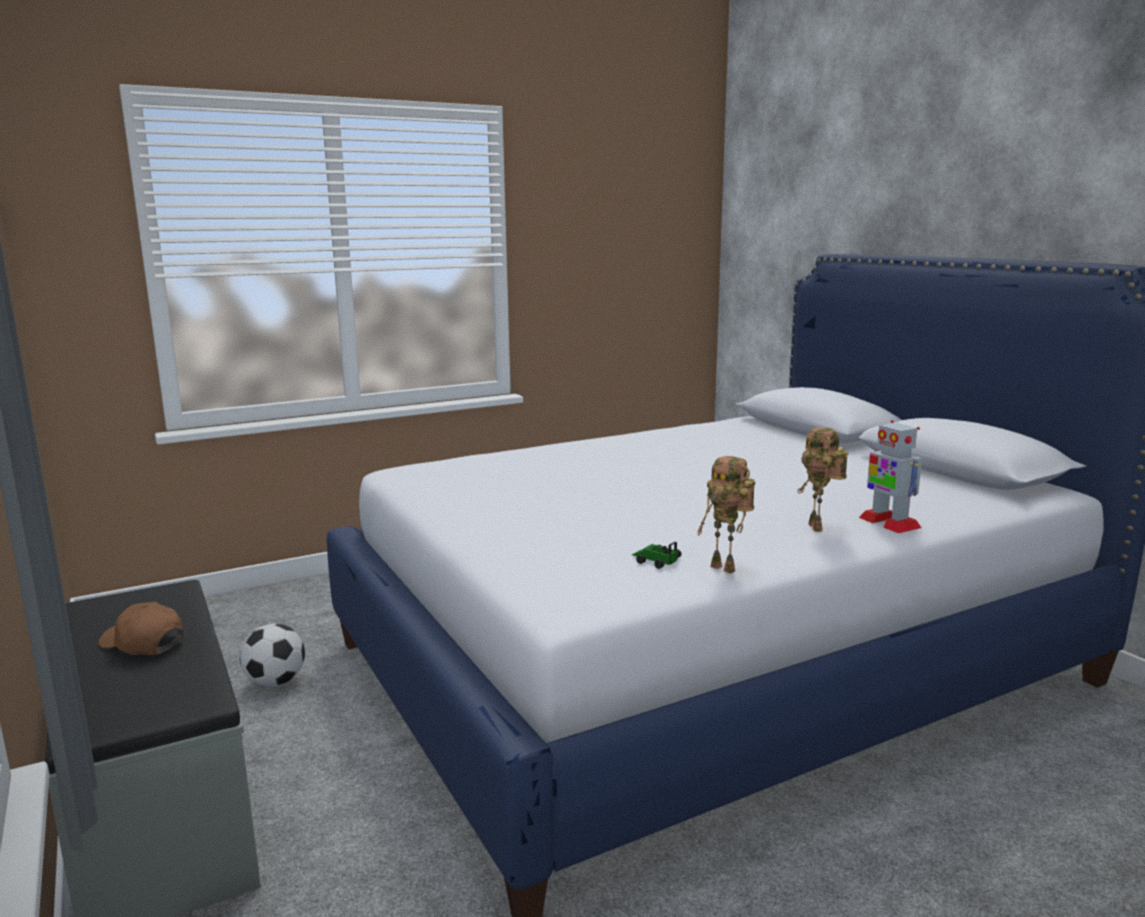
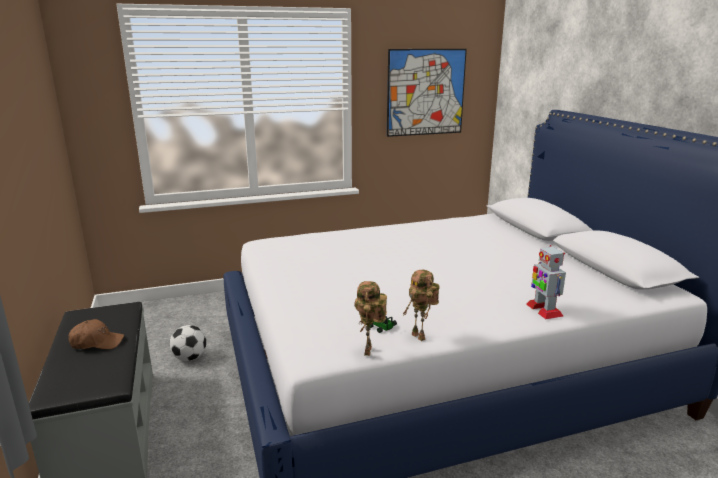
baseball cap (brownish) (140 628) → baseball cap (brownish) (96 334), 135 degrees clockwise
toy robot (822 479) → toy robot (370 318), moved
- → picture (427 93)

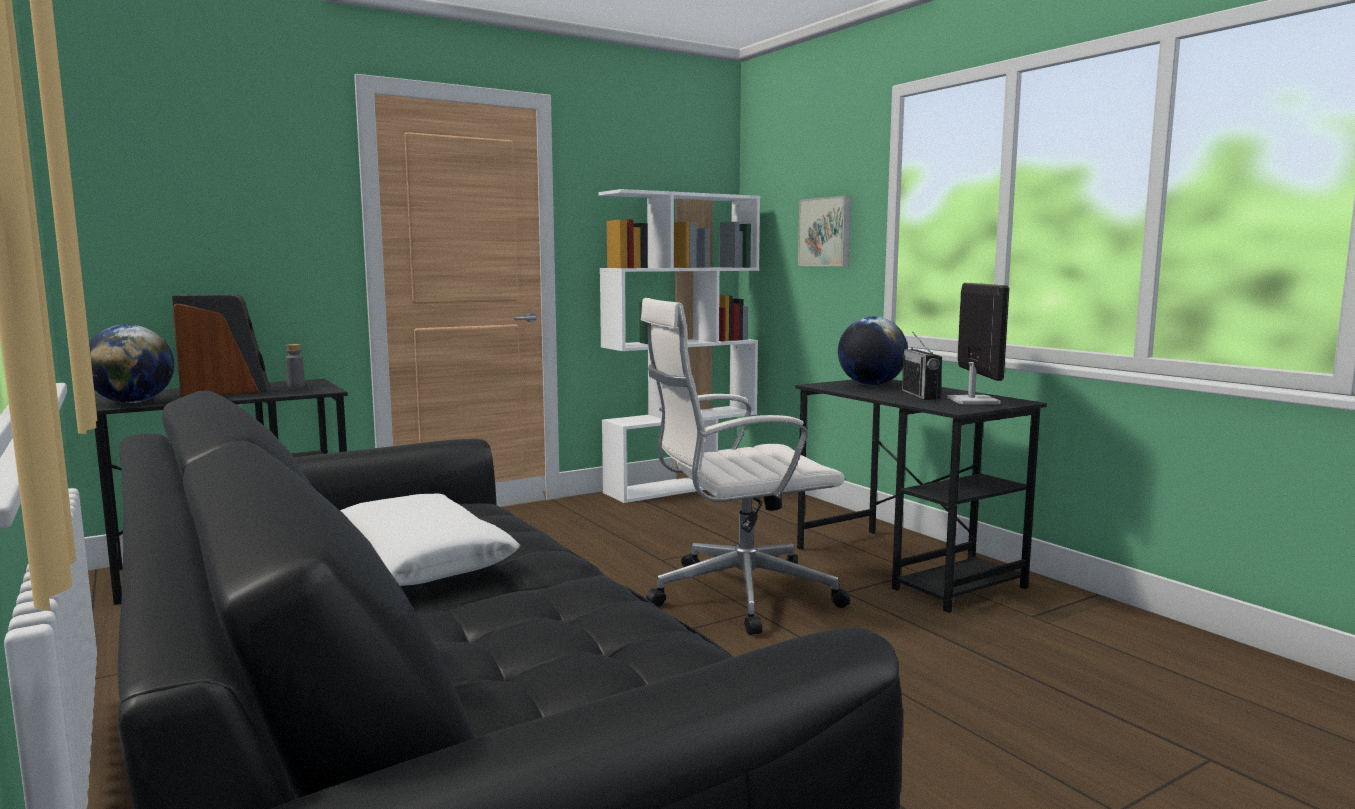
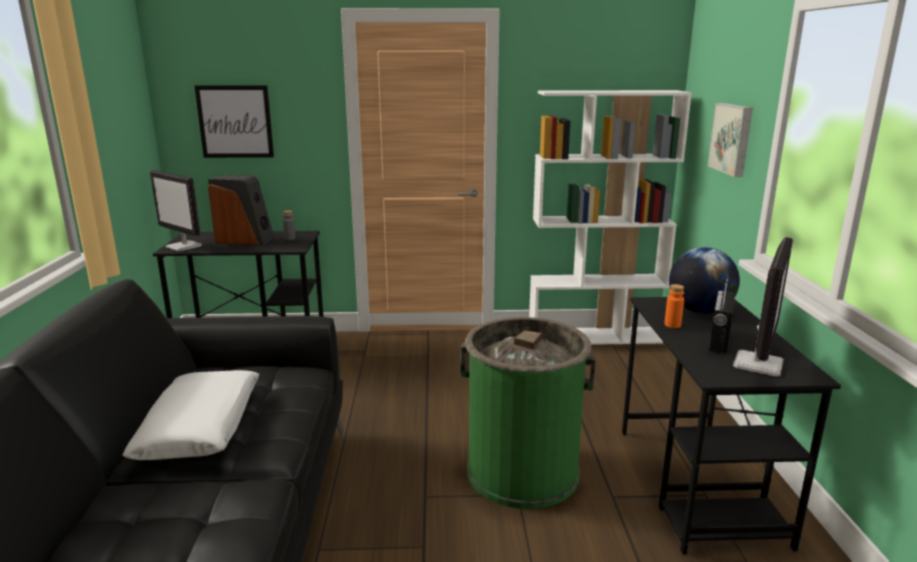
globe (131 363) → monitor (176 210)
office chair (whitish) (745 466) → rubbish bin (green-coloured) (528 413)
- → picture (234 121)
- → bottle (orange) (674 306)

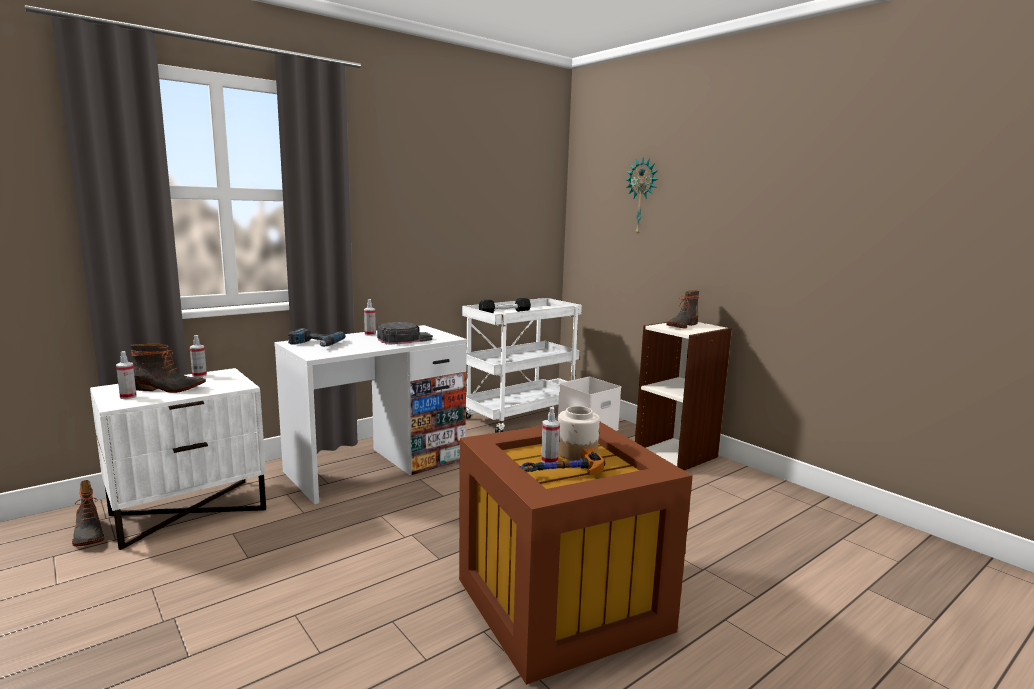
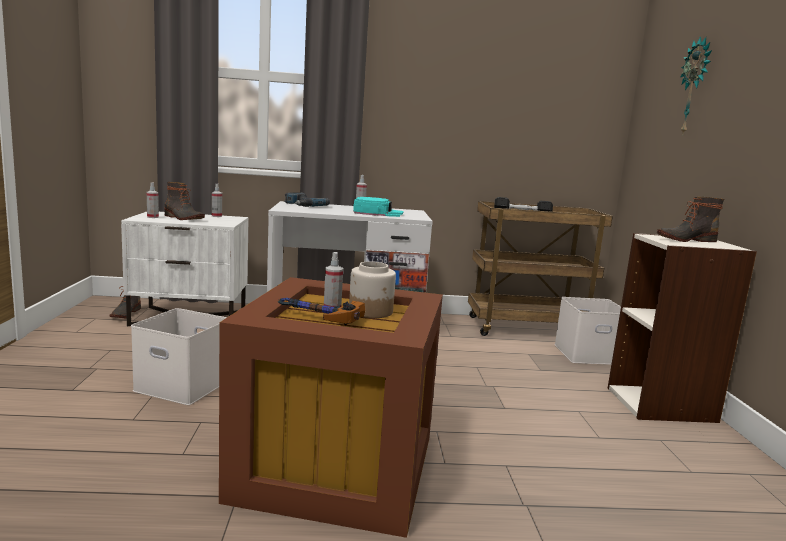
baseball cap (black-coloured) (405 333) → baseball cap (turquoise) (378 207)
cart (whitish) (522 365) → cart (brownish) (540 268)
- → storage container (whitish) (179 356)

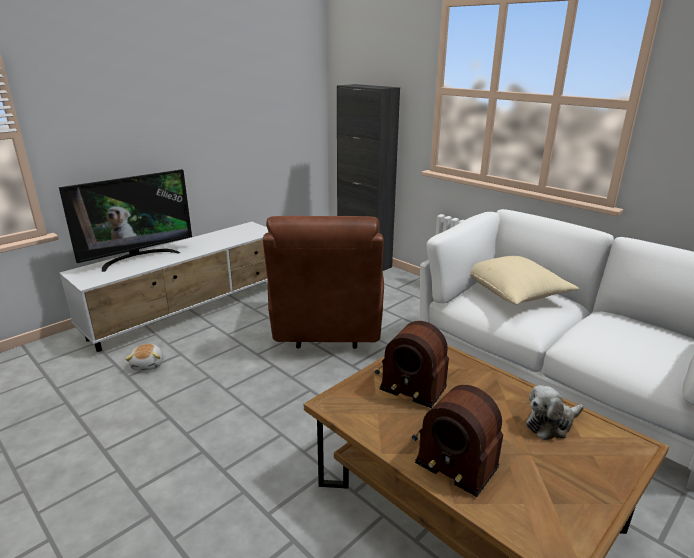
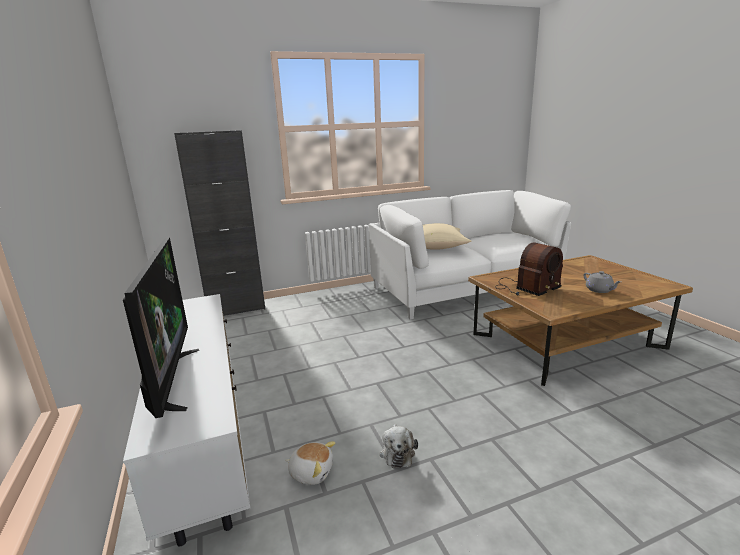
easy chair (brownish) (323 282) → -
radio receiver (457 441) → teapot (greyish) (602 282)
plush toy (555 412) → plush toy (399 446), moved

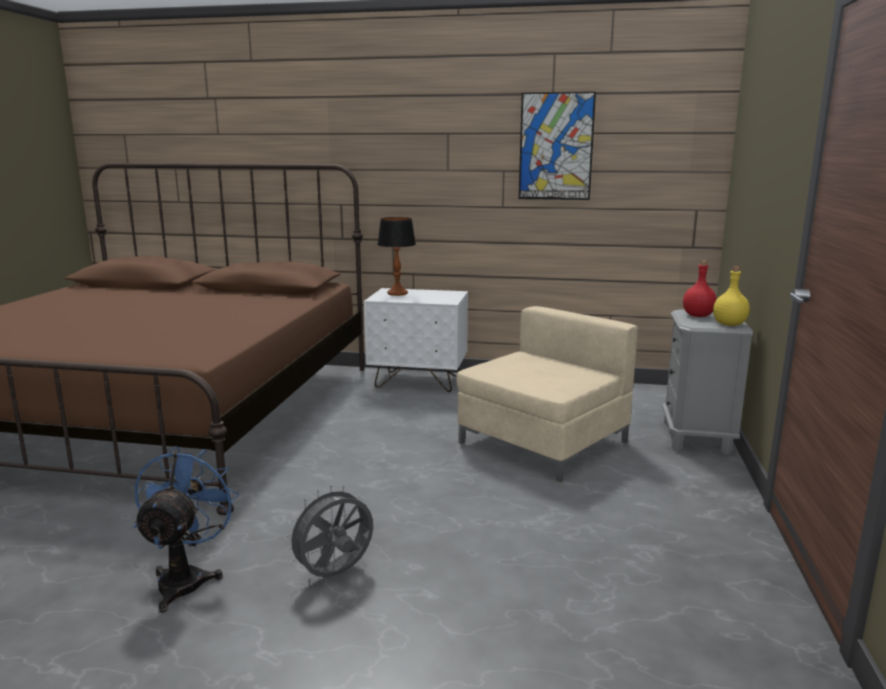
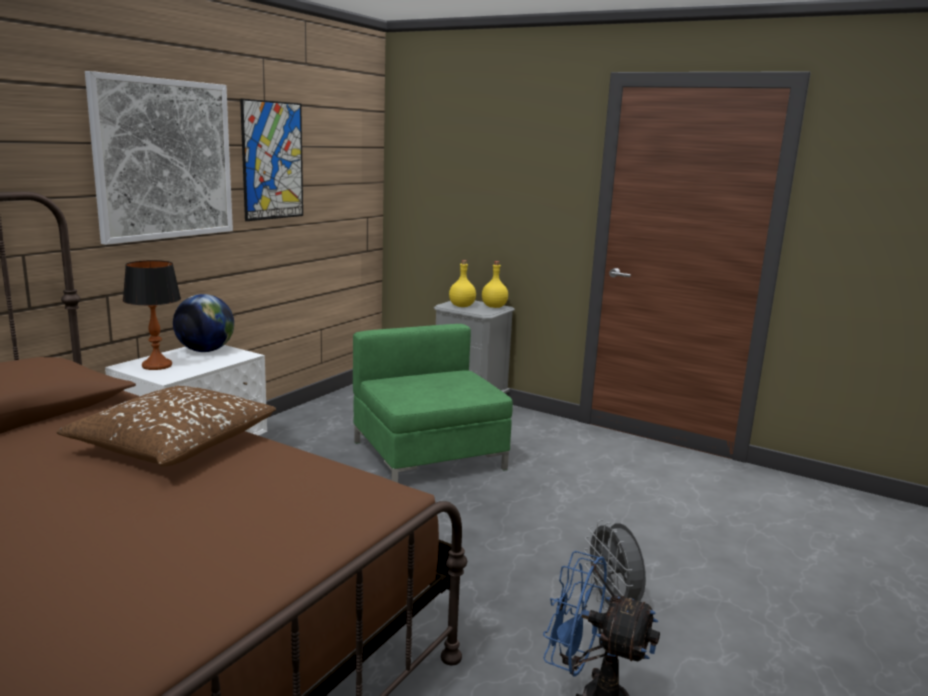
easy chair (sand-coloured) (547 394) → easy chair (green-coloured) (433 403)
bottle (red-coloured) (700 288) → bottle (yellow-coloured) (462 283)
- → throw pillow (brownish) (166 426)
- → picture (159 158)
- → globe (203 323)

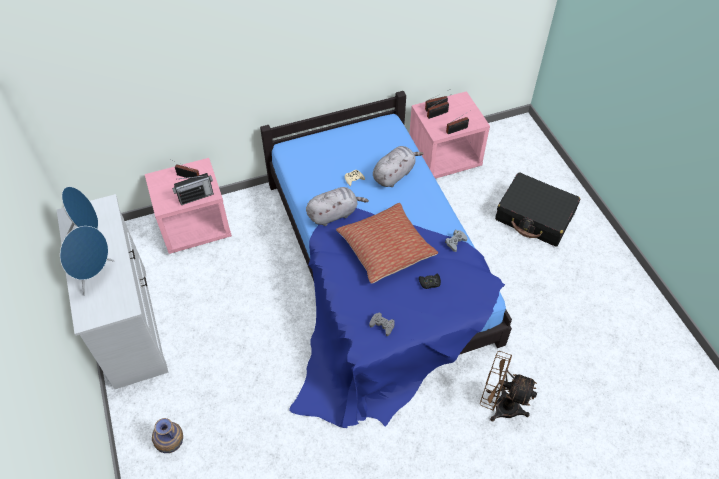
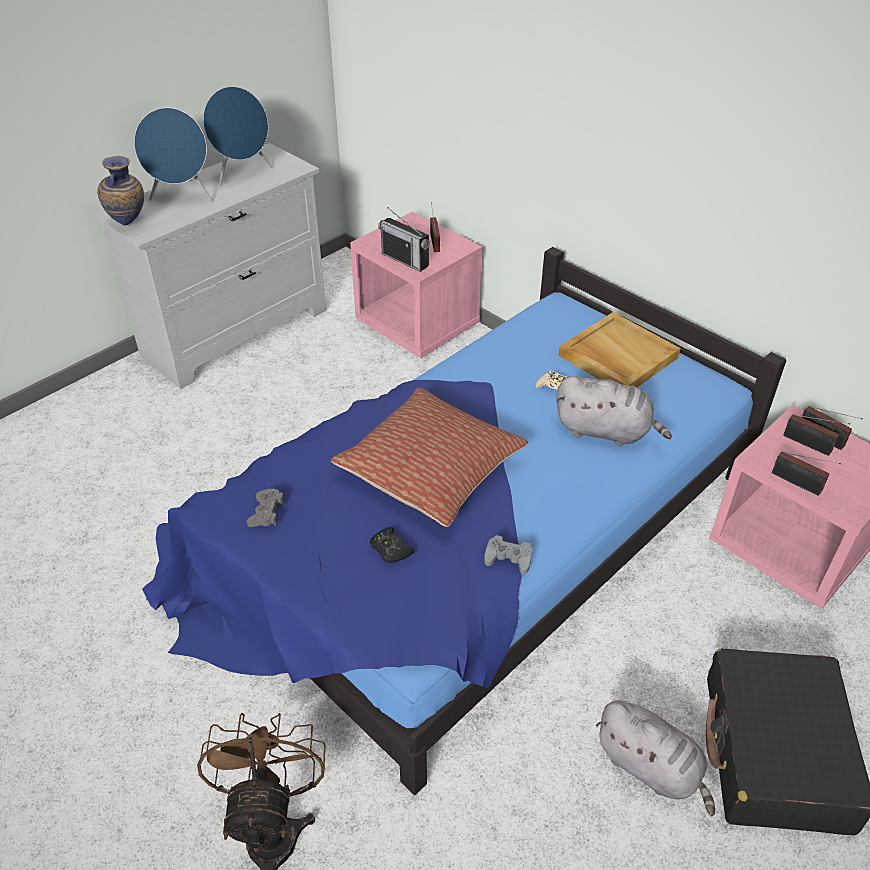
decorative vase (167 435) → decorative vase (120 190), moved
plush toy (greyish) (337 206) → plush toy (greyish) (655 758), moved
- → tray (sand-coloured) (619 349)

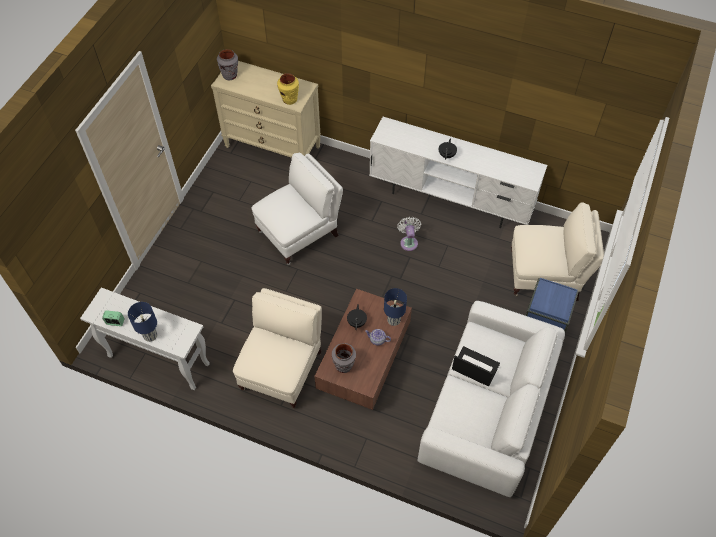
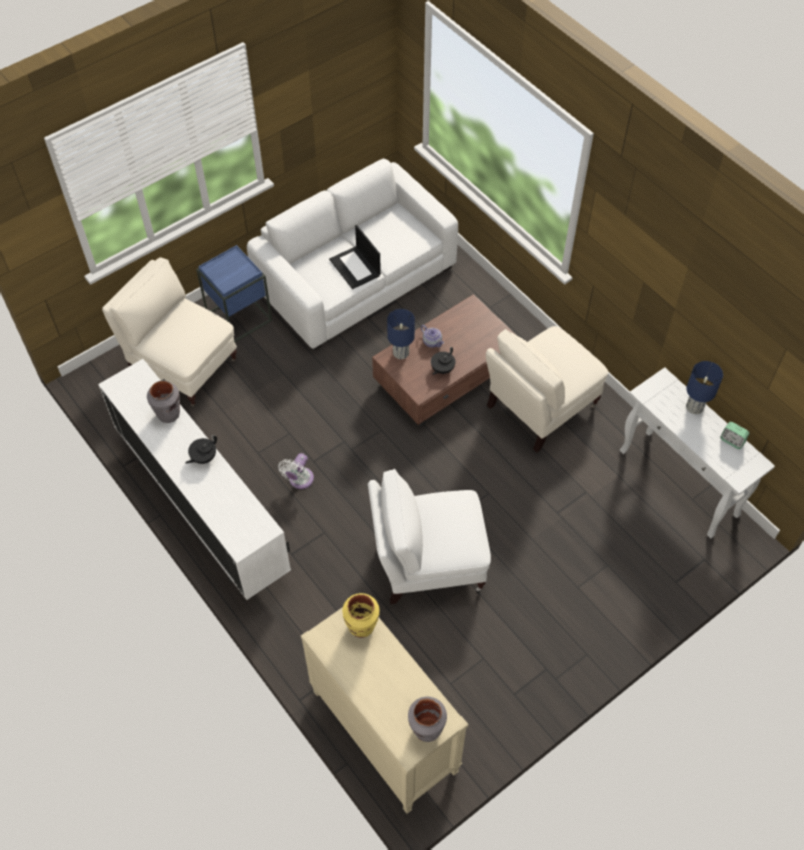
decorative vase (greyish) (344 358) → decorative vase (greyish) (163 401), moved

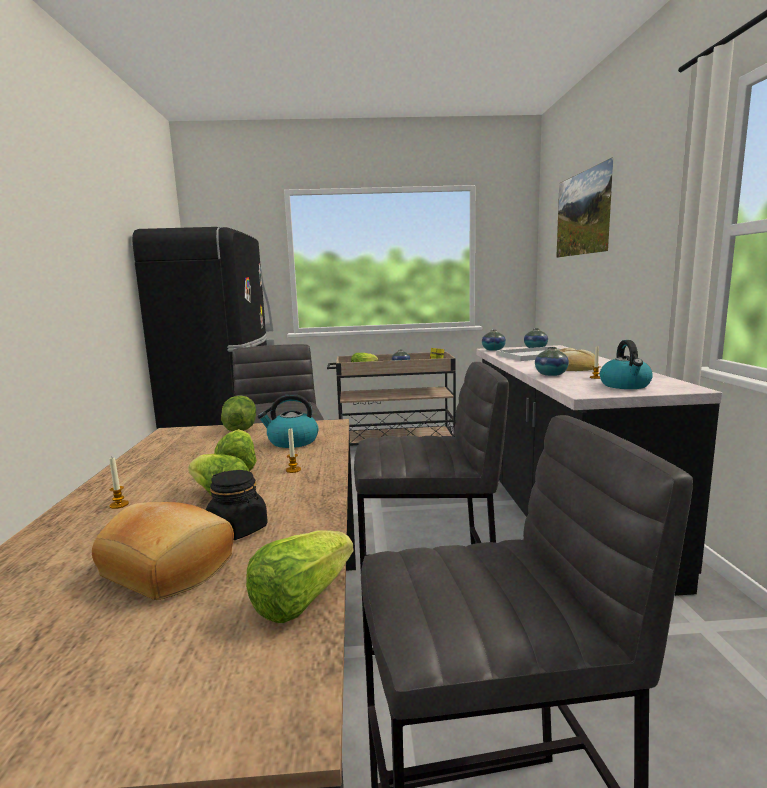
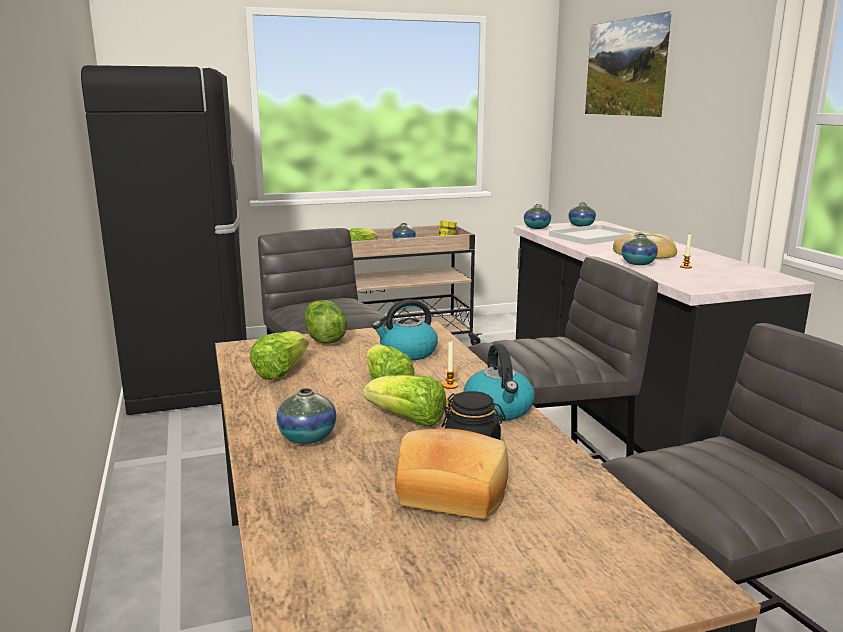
wax light (119 483) → decorative vase (306 416)
lettuce head (300 576) → lettuce head (279 355), moved
kettle (626 364) → kettle (499 382), moved

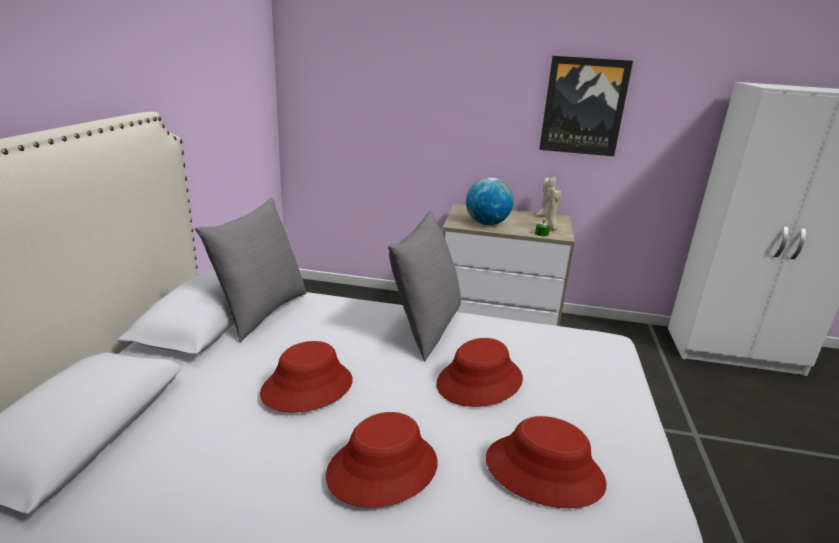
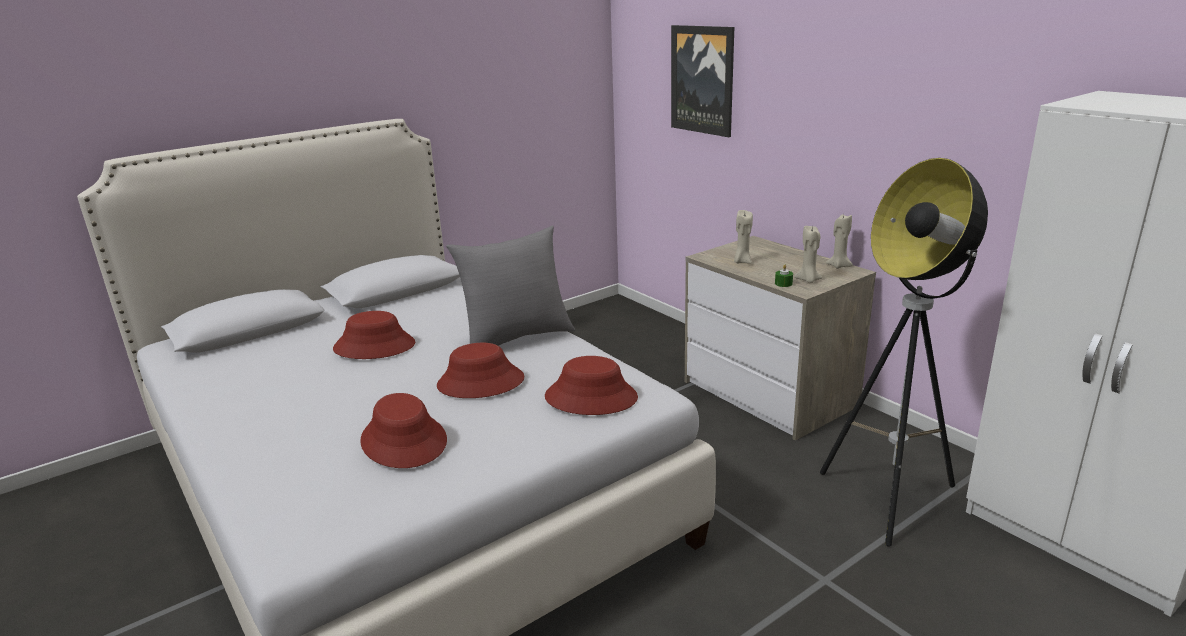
throw pillow (greyish) (251 269) → -
clothing hat (red-coloured) (382 460) → clothing hat (red-coloured) (591 385), moved
globe (490 201) → wax light (sand-coloured) (743 236)
picture (586 106) → picture (702 81), moved
- → standard lamp (904 352)

